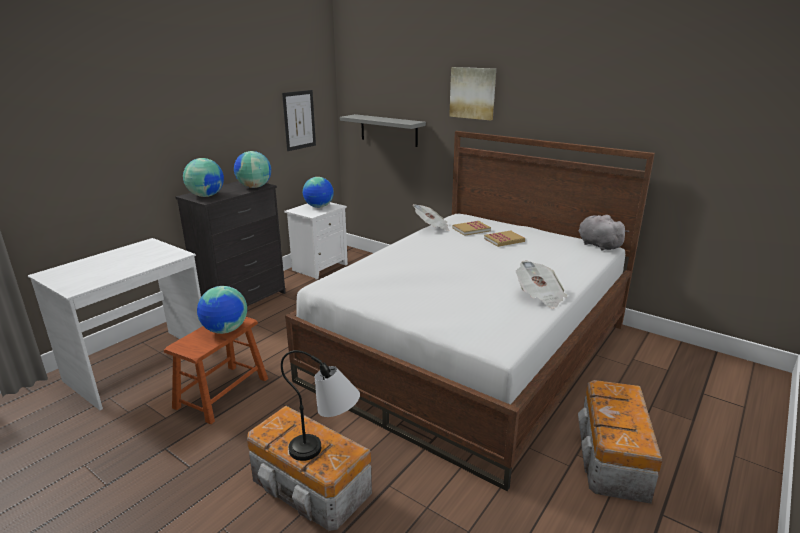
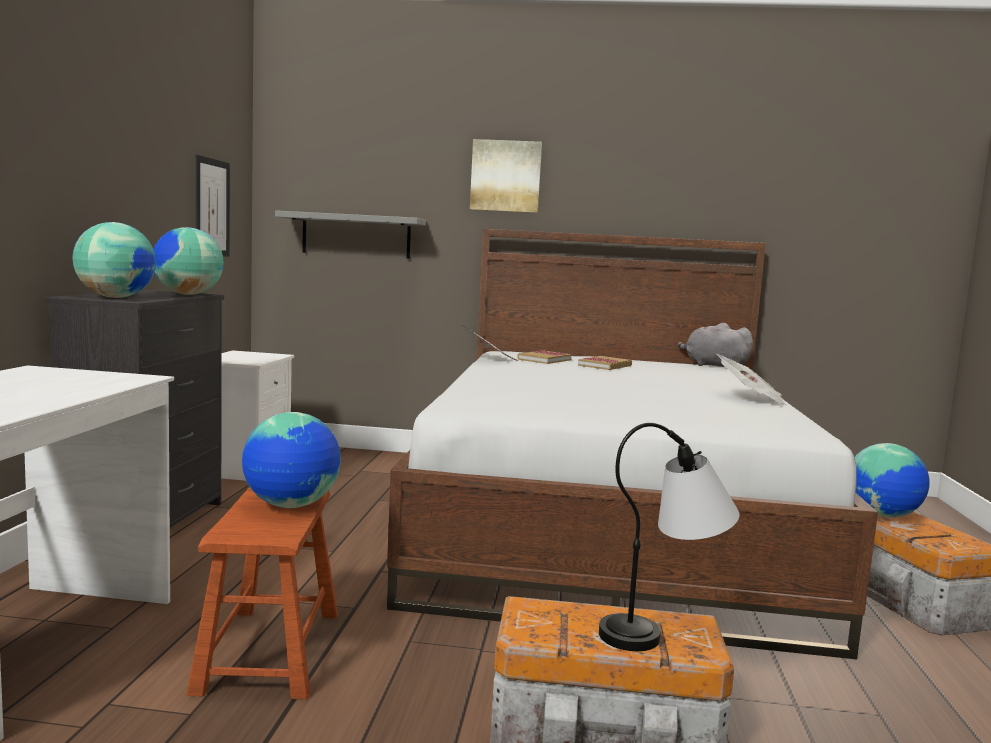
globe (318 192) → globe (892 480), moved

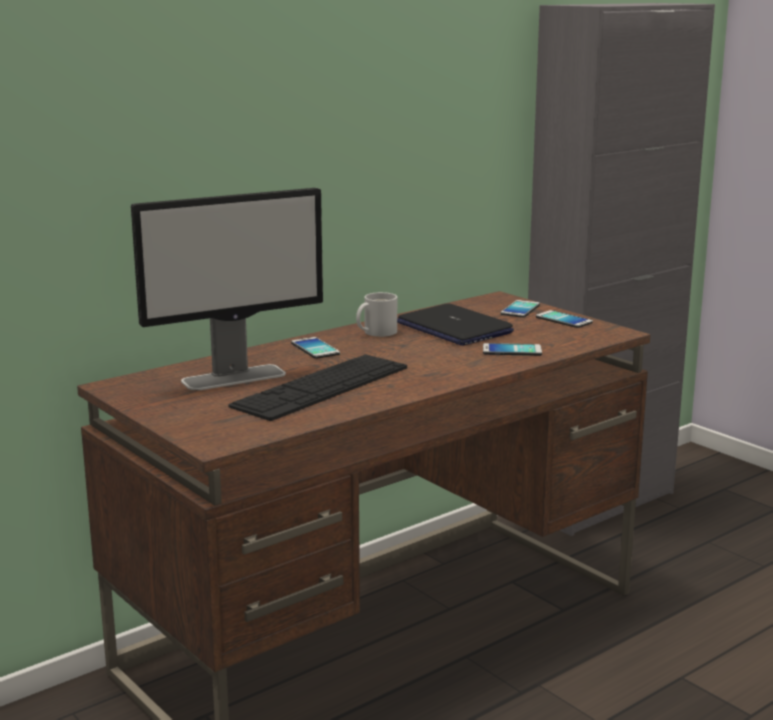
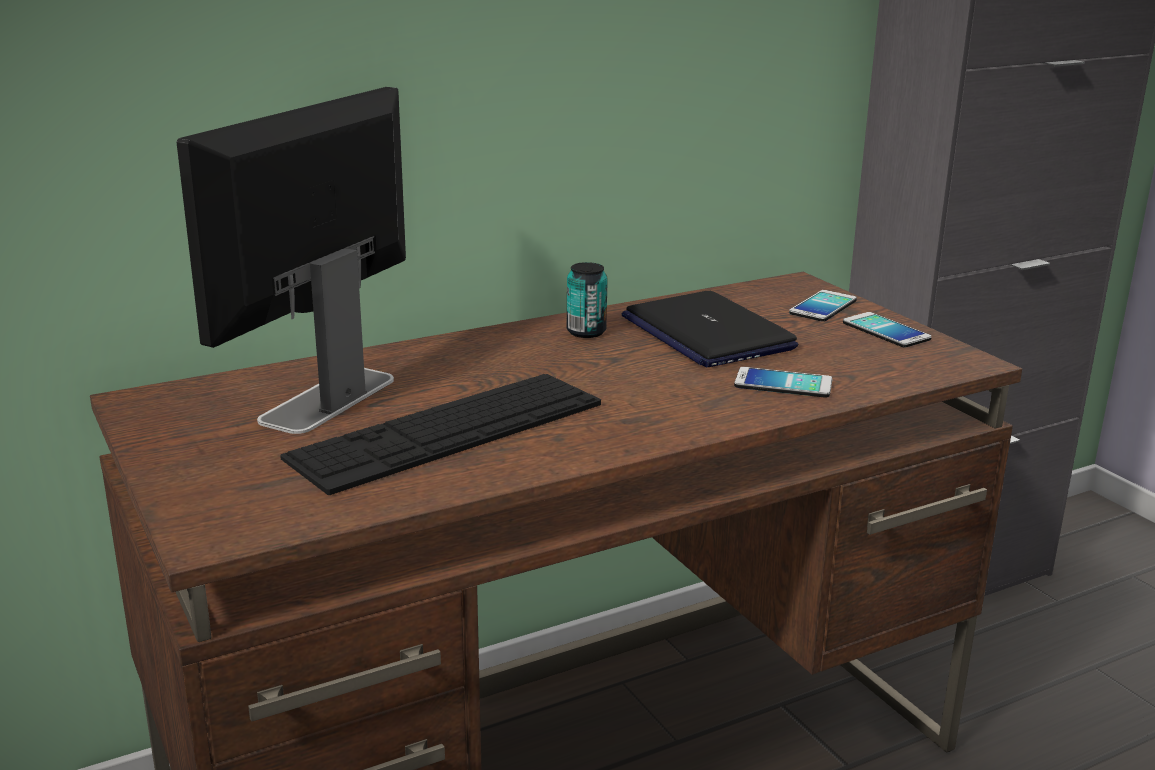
monitor (227 289) → monitor (291 260), 135 degrees clockwise
telephone (315 348) → -
mug (whitish) (376 314) → sealed can (587 300)

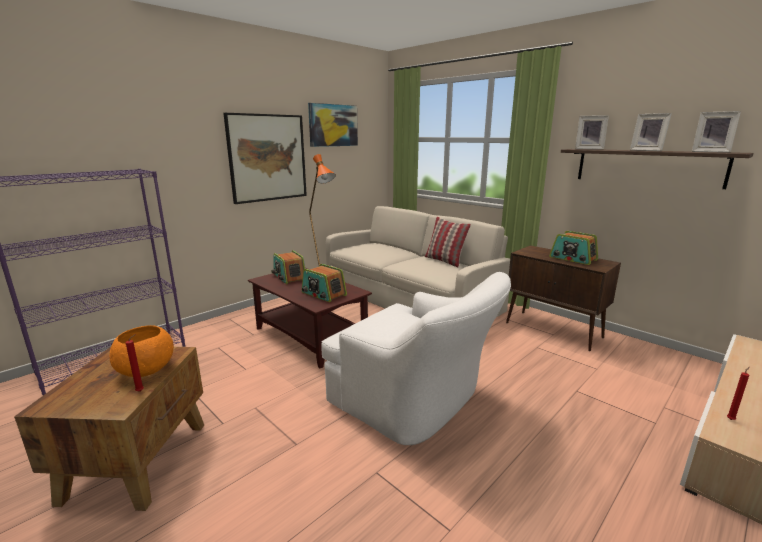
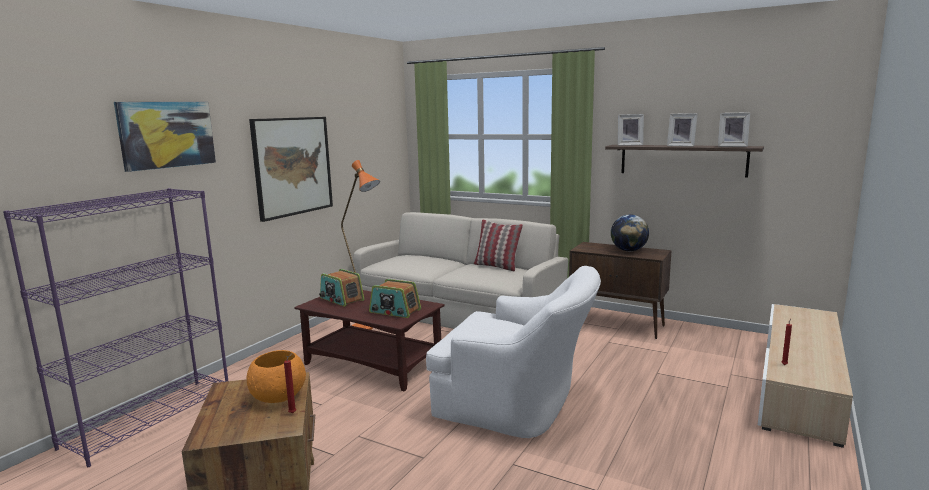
picture (333 125) → picture (165 137), moved
radio receiver (573 248) → globe (630 232)

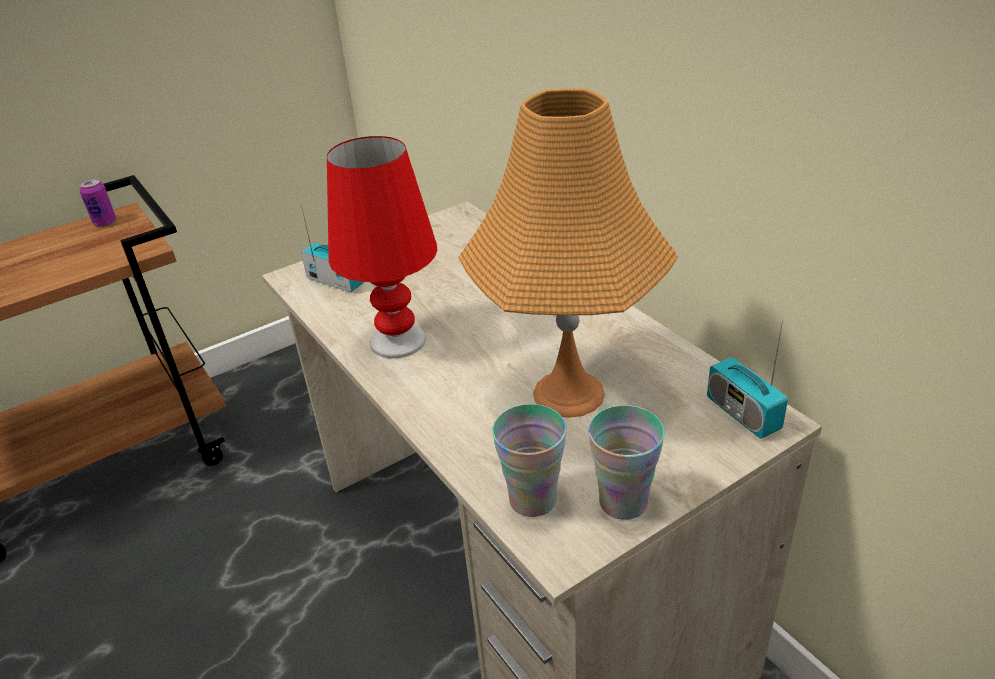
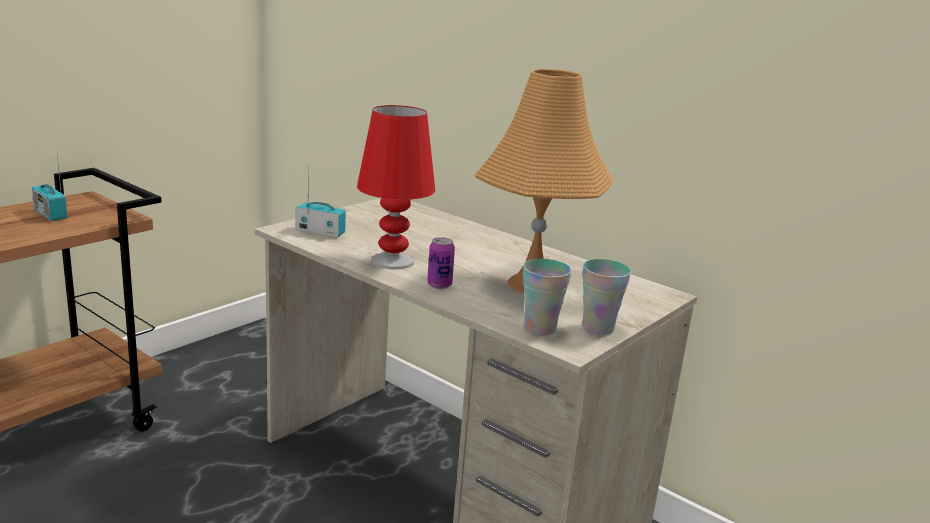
sealed can (97 203) → sealed can (441 263), moved
radio receiver (747 379) → radio receiver (49 188), moved

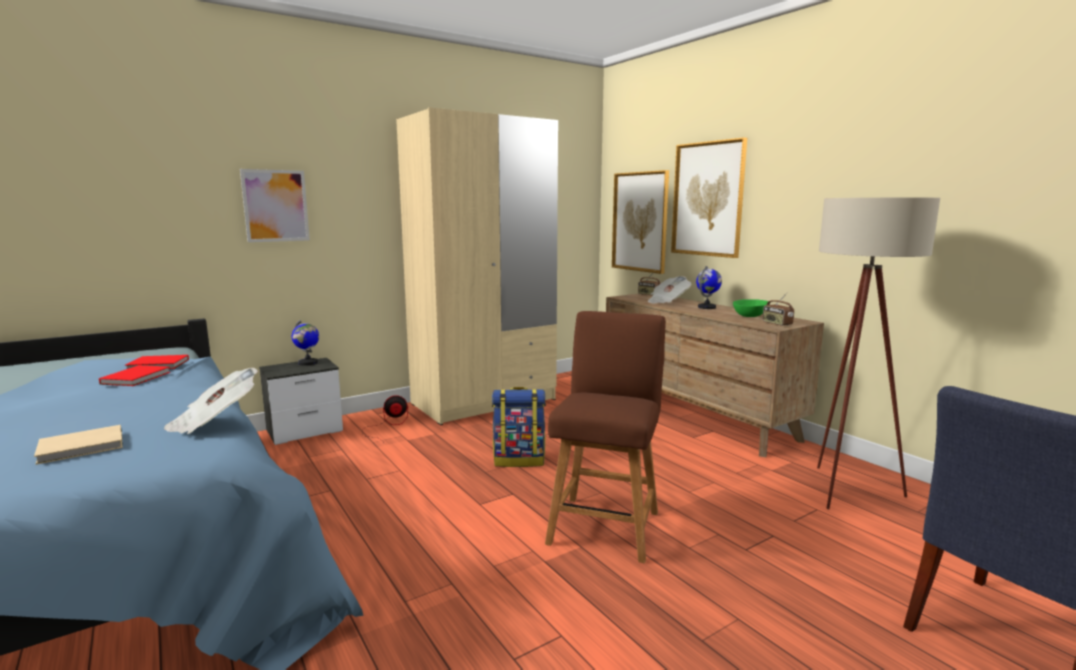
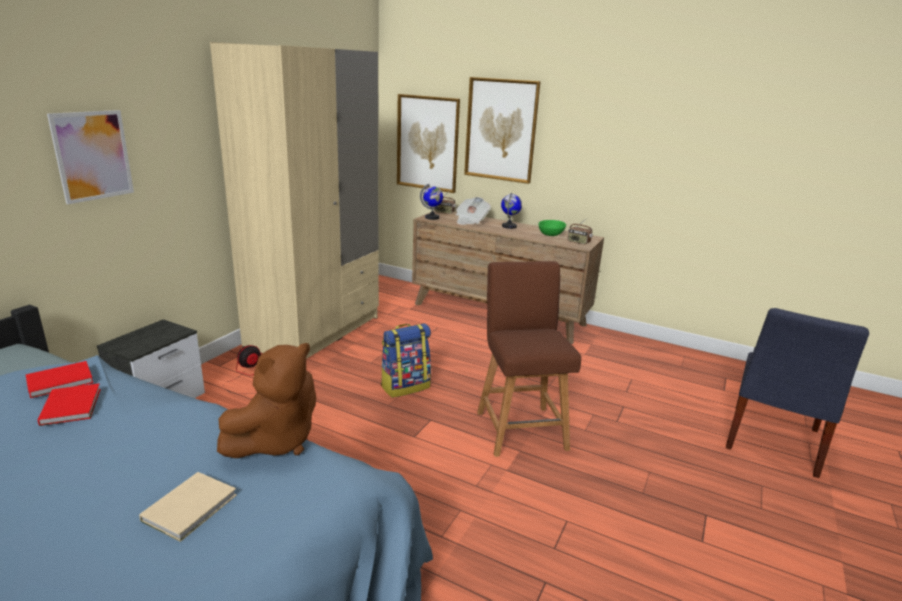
newspaper (211 401) → plush toy (brownish) (266 400)
globe (305 343) → globe (431 202), moved
standard lamp (sand-coloured) (878 353) → -

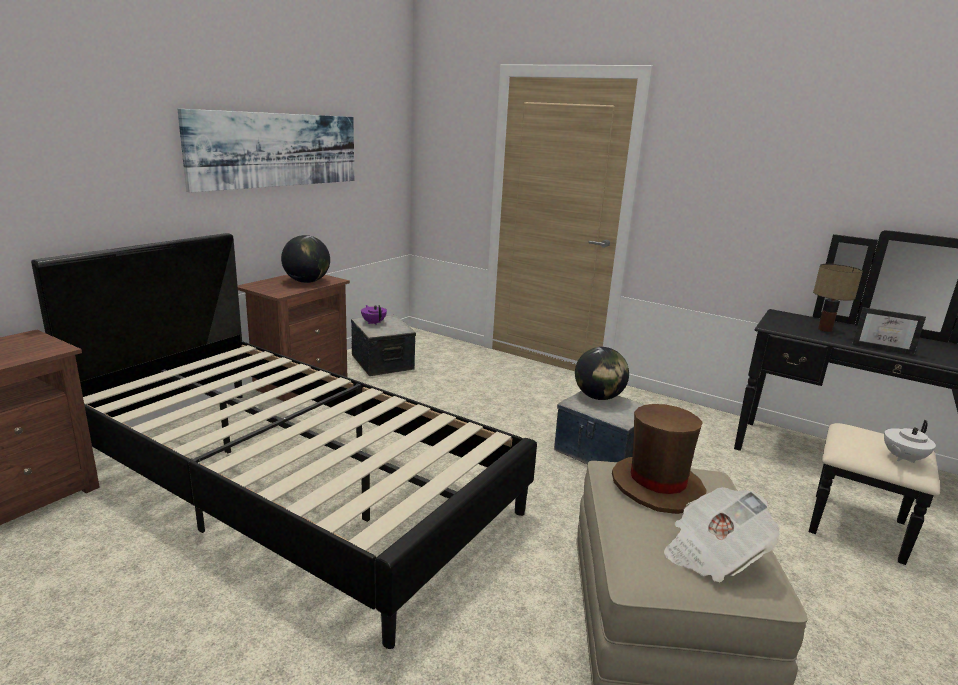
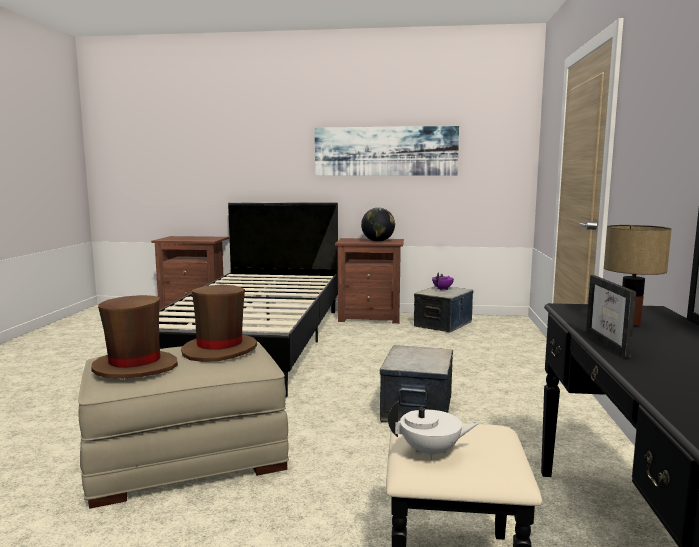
globe (602 373) → -
newspaper (722 534) → clothing hat (brownish) (134 337)
teapot (whitish) (910 441) → teapot (whitish) (433 430), 150 degrees clockwise

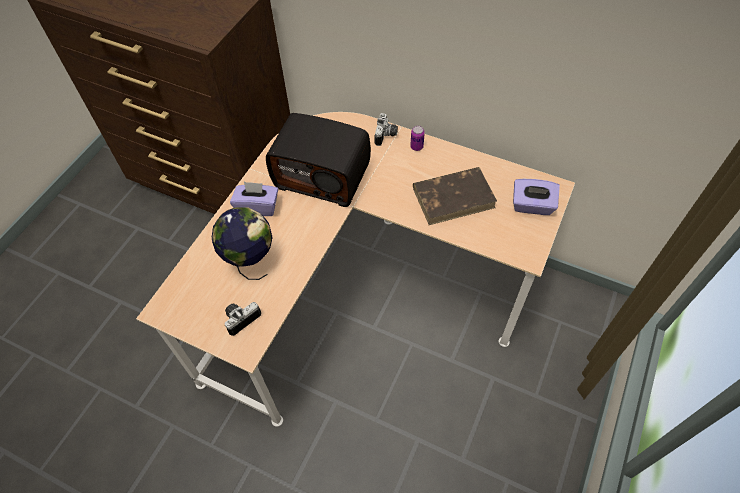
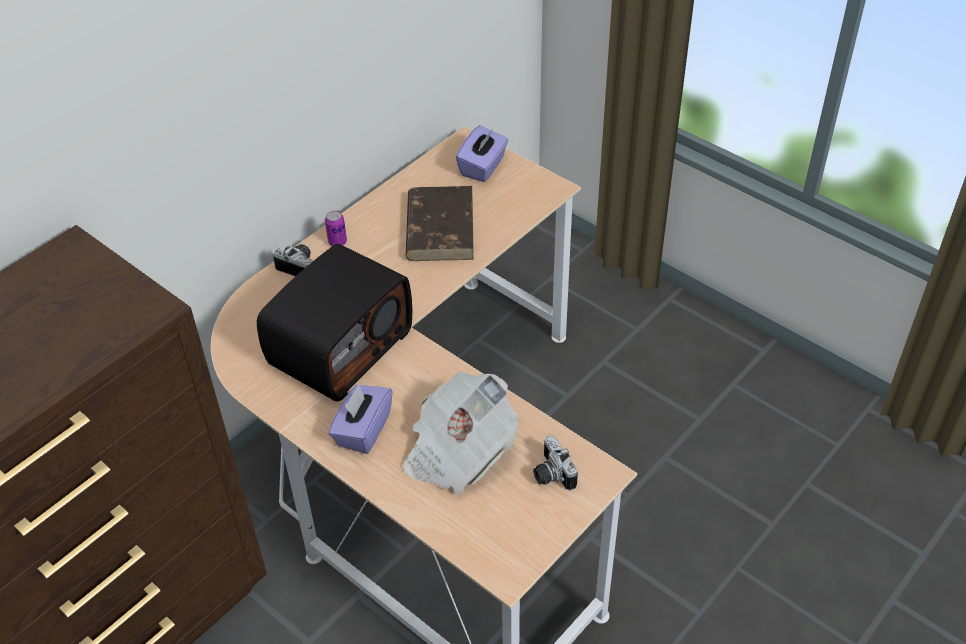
globe (242 243) → newspaper (461 433)

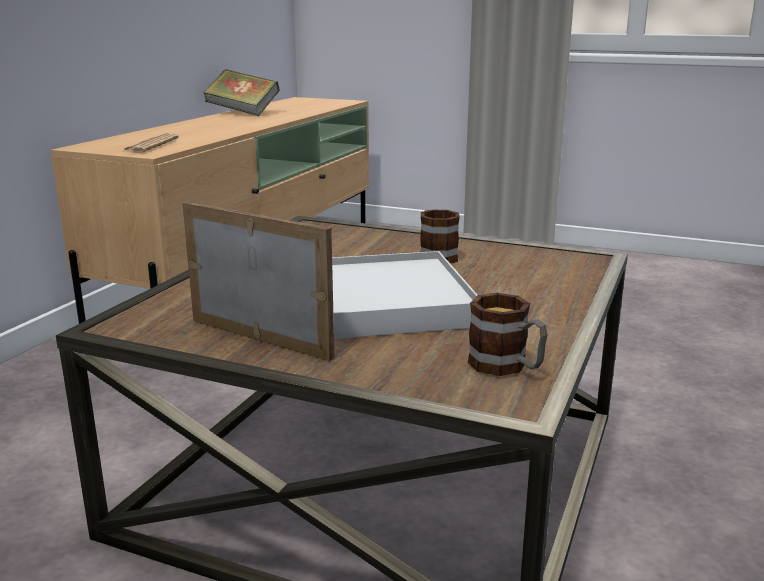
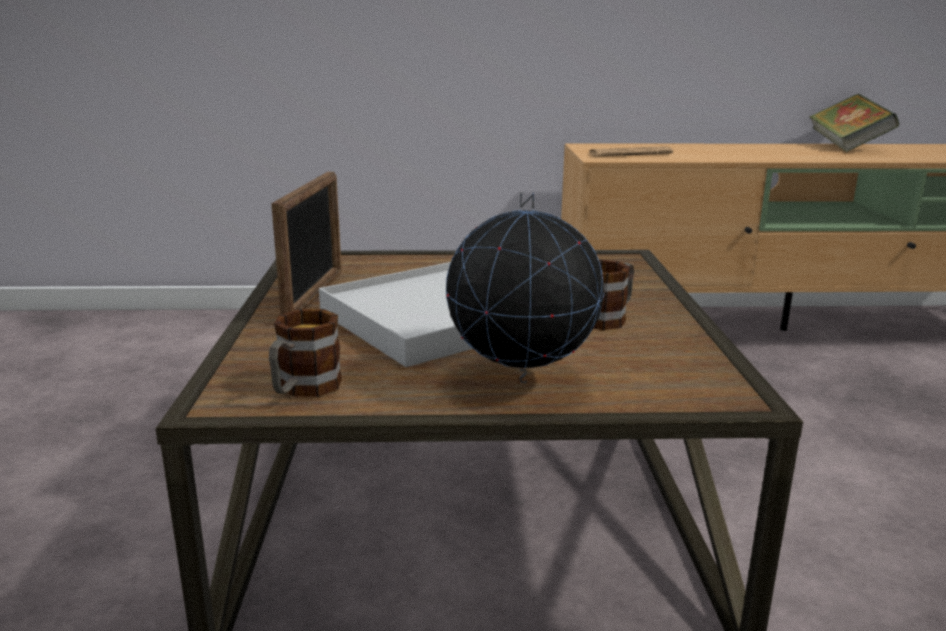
- → globe (525 287)

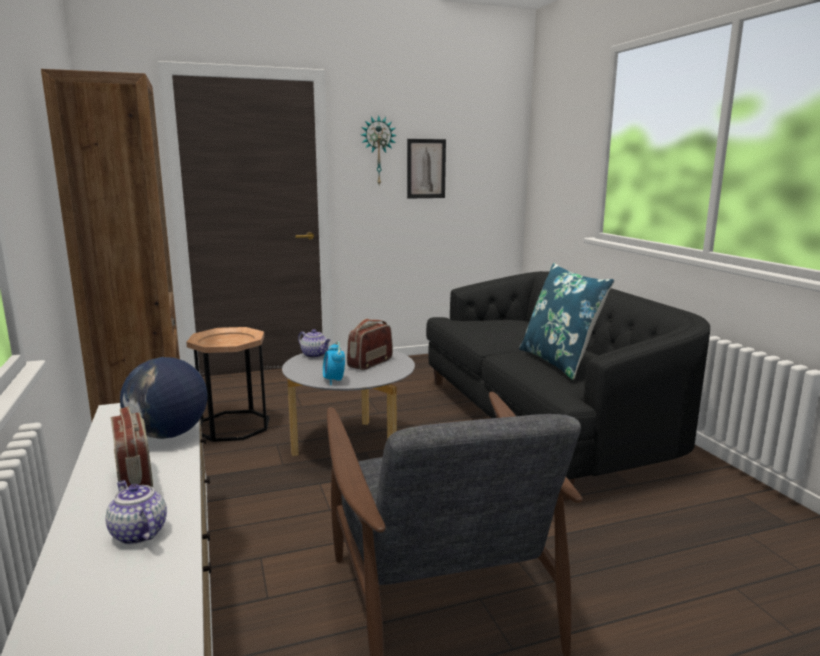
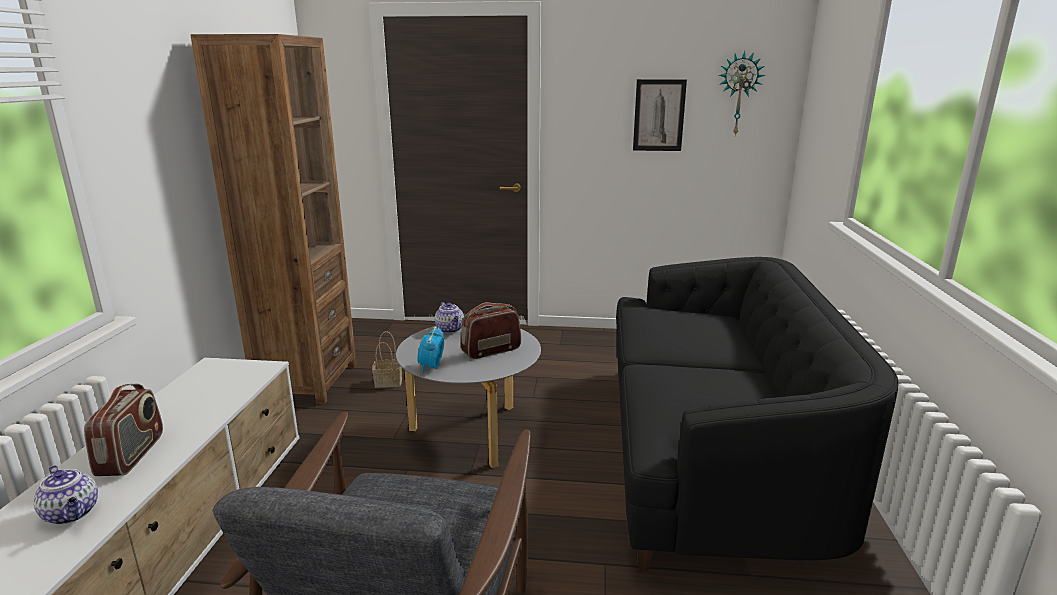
teapot (136 512) → teapot (65 494), 150 degrees clockwise
globe (163 398) → -
end table (brownish) (228 384) → basket (387 359)
clock on the wall (379 150) → clock on the wall (742 93), moved
throw pillow (blue) (567 321) → -

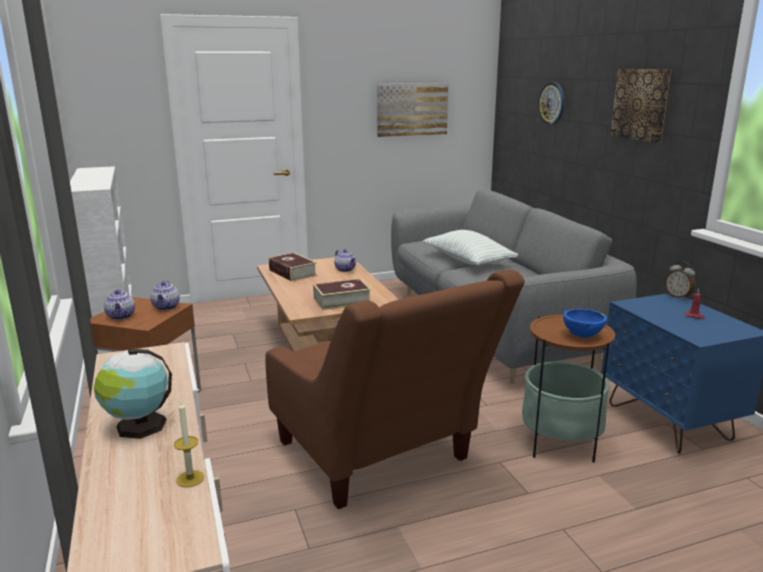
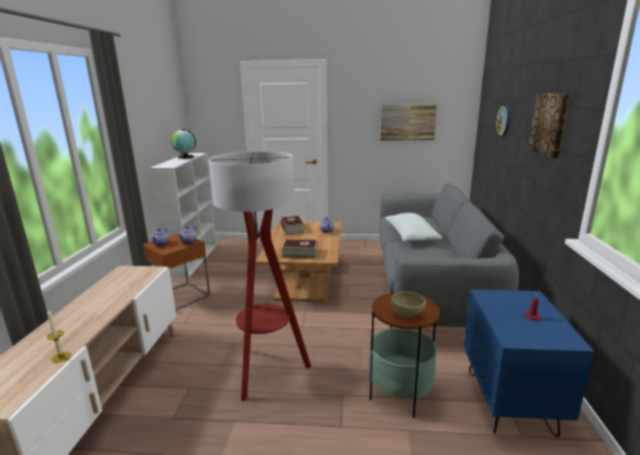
globe (133 394) → globe (183 144), moved
easy chair (brownish) (395 389) → standard lamp (259 276)
deep dish (blue) (585 323) → deep dish (sand-coloured) (409 304)
bedside clock (680 280) → -

